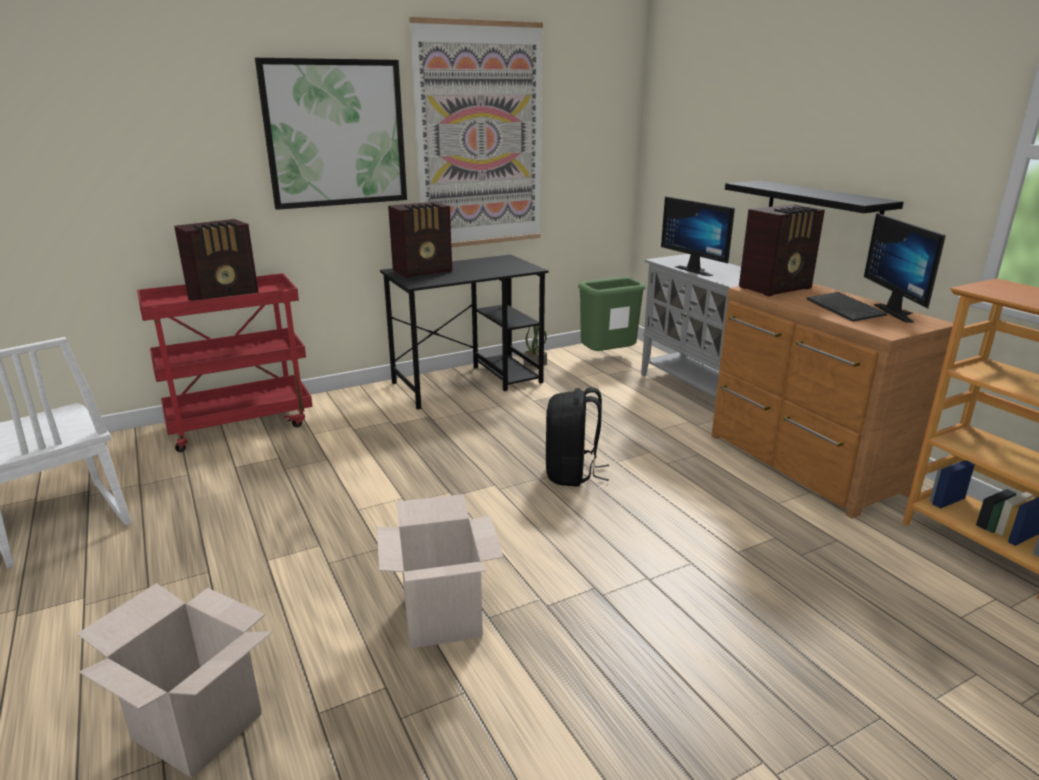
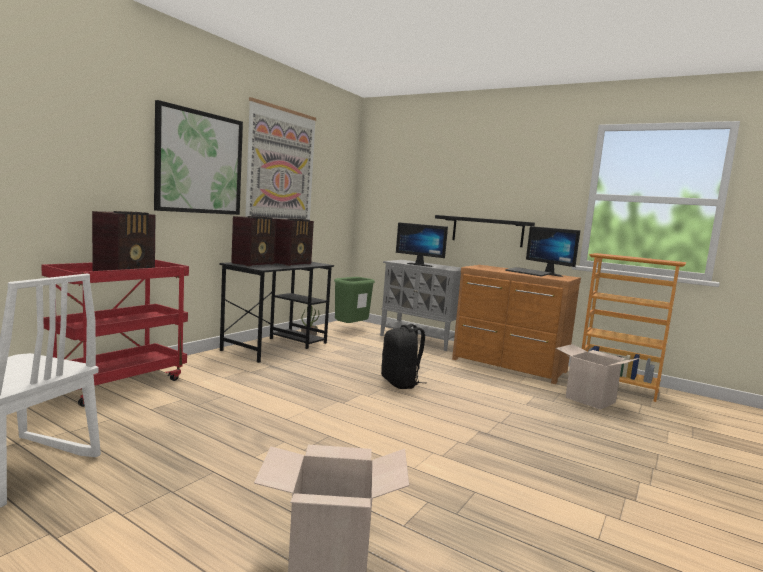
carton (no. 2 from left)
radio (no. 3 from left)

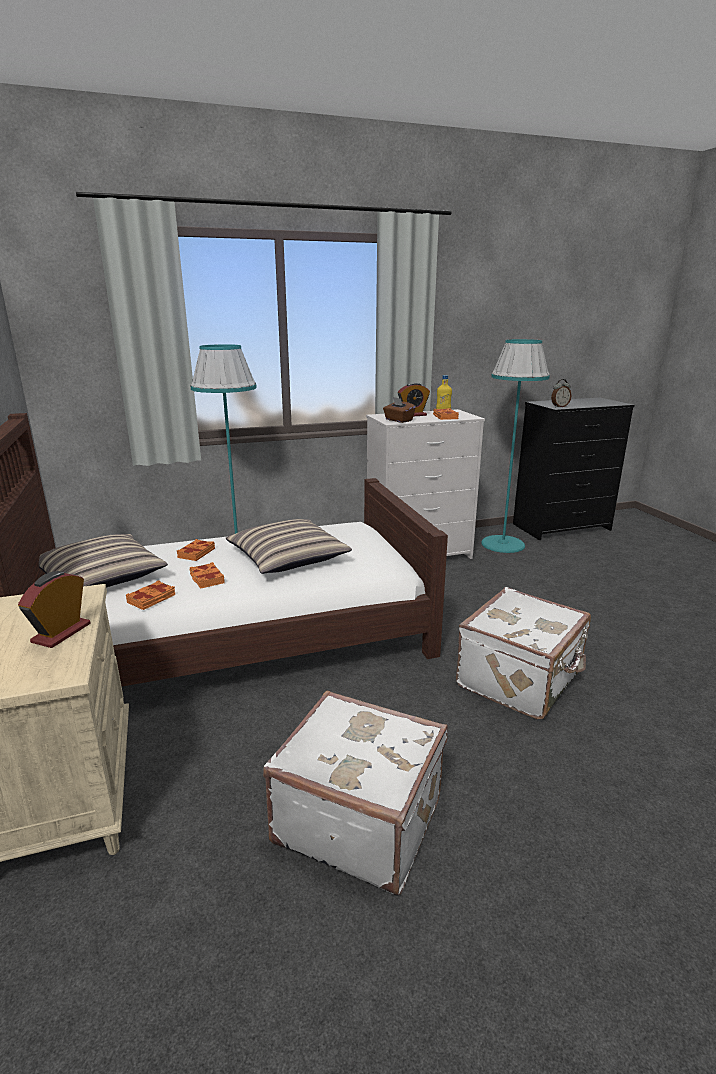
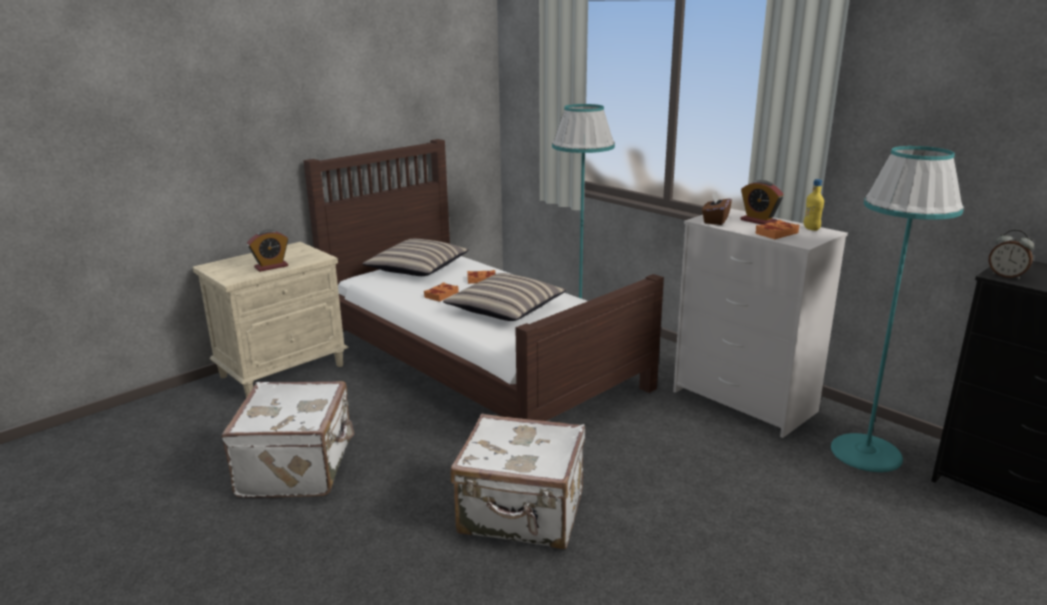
livre/orange (no. 1 from left in the first image)
réveil (no. 1 from left)

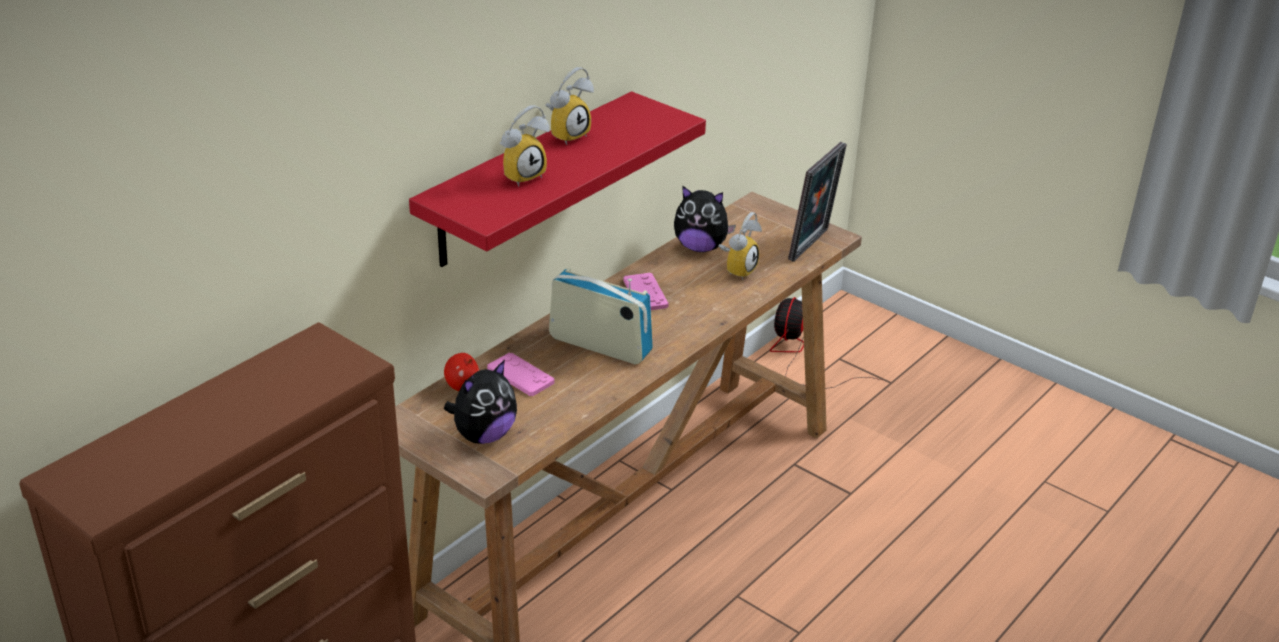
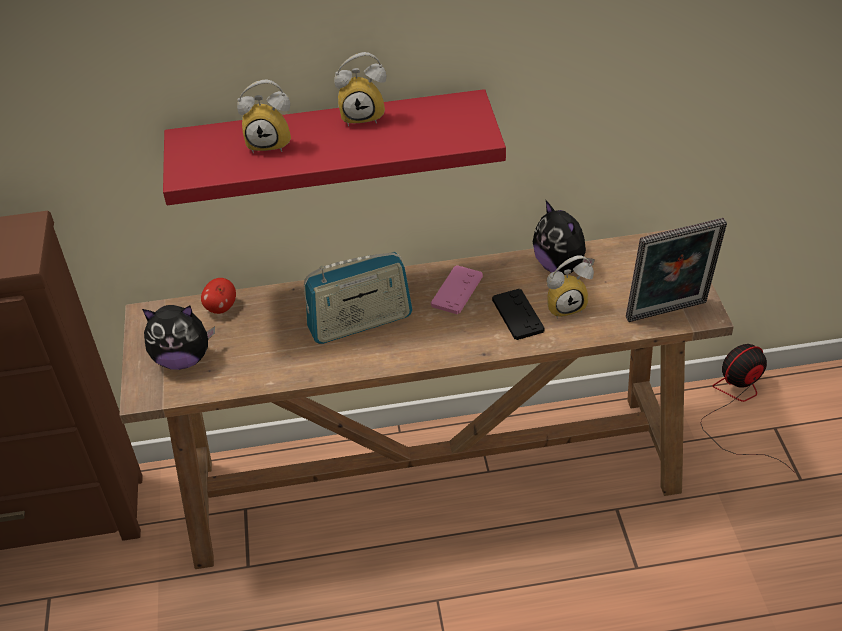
manette/rose (no. 1 from left in the first image)
manette/noir
radio

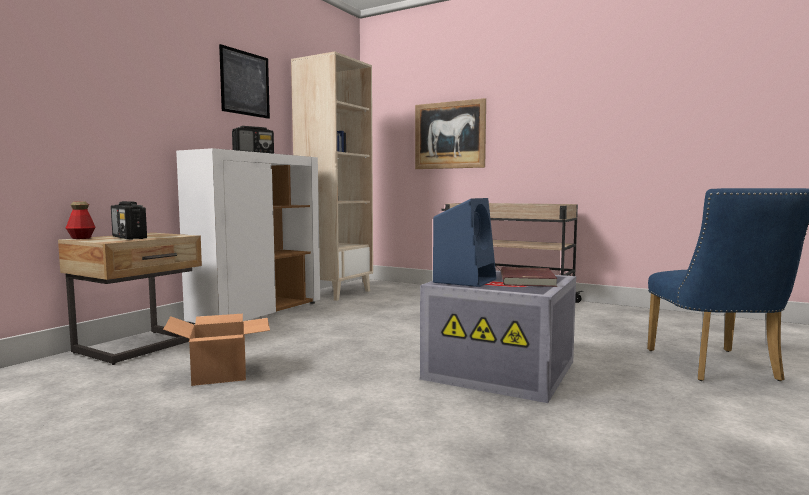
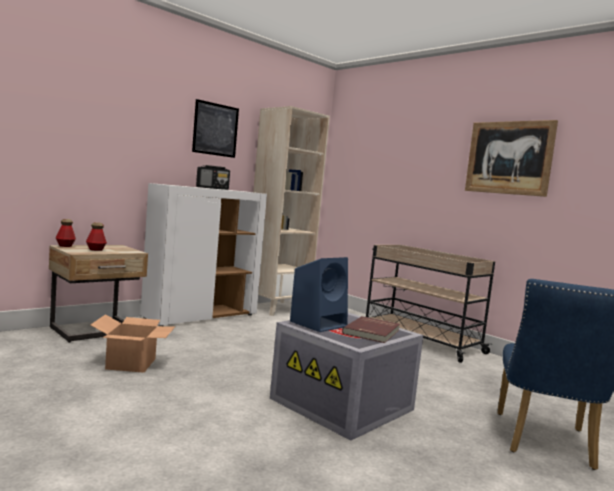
tableau (no. 2 from left)
bouteille (no. 2 from left)

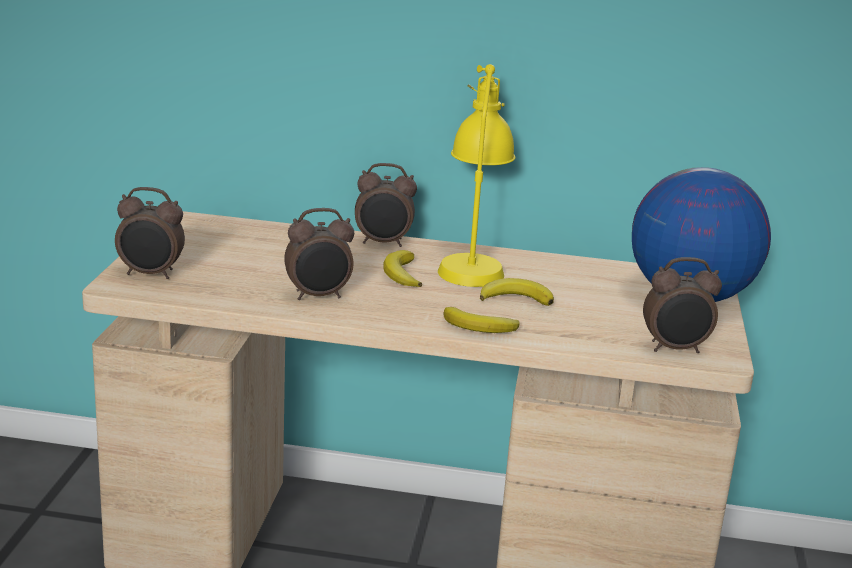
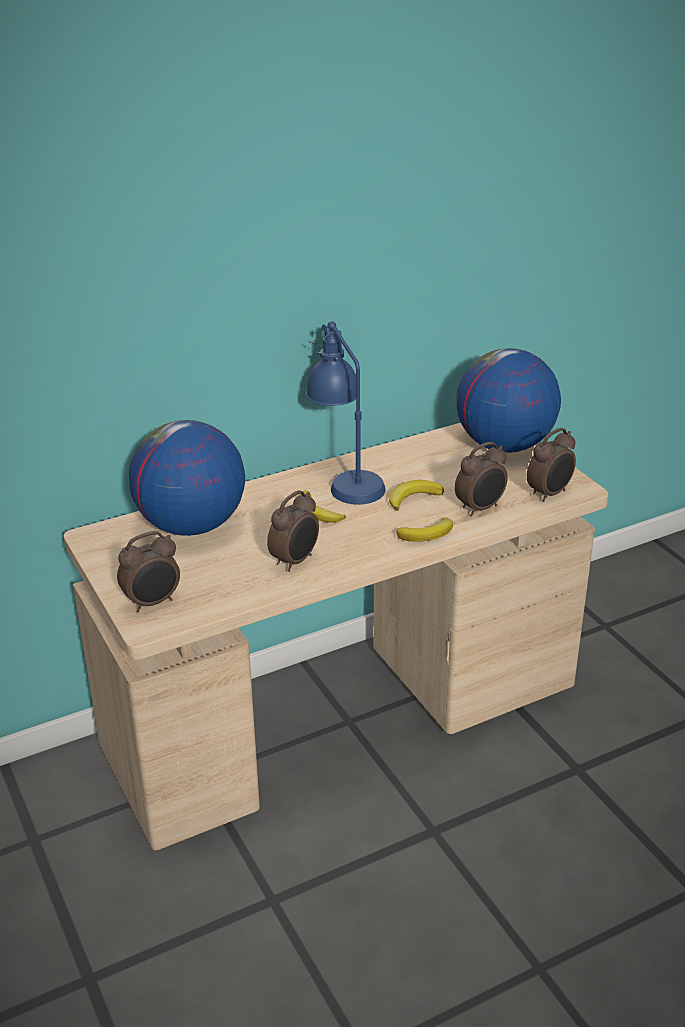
globe (no. 1 from left)
réveil (no. 3 from left)
lampe de table/bleu

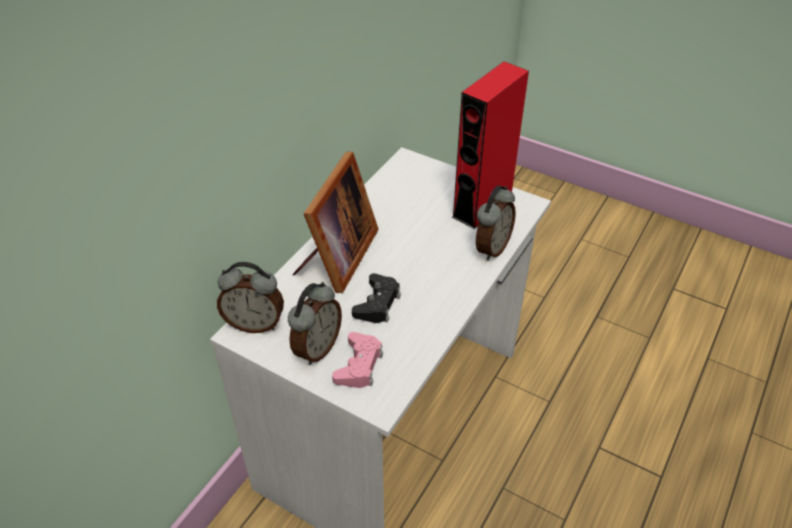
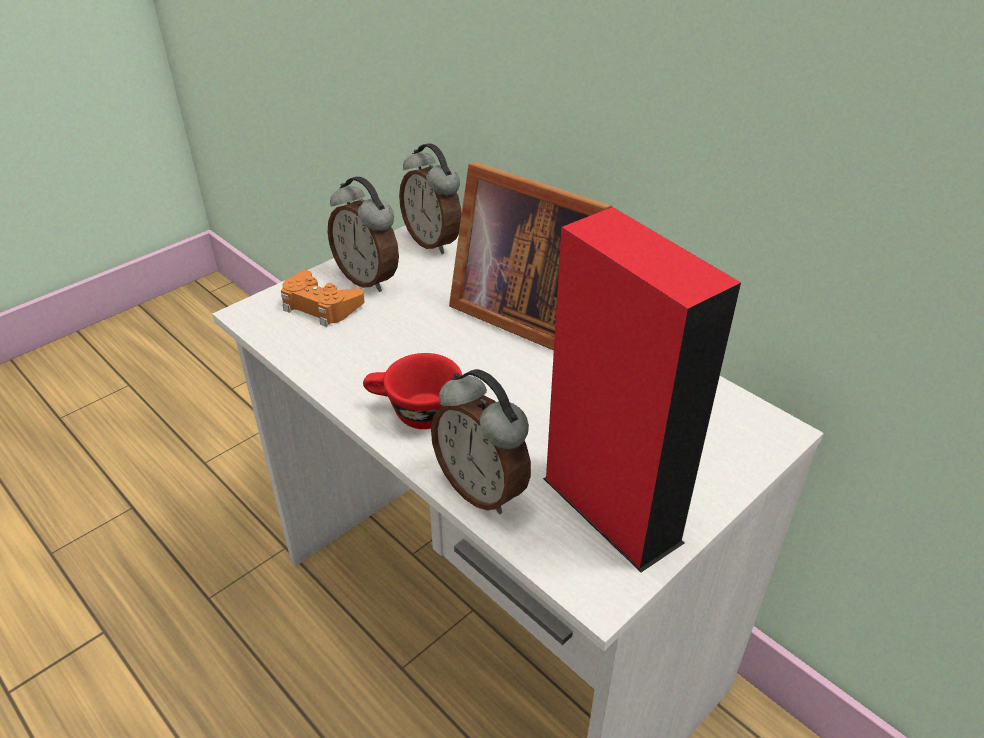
manette/noir
tasse/rouge
manette/orange
réveil (no. 2 from left)

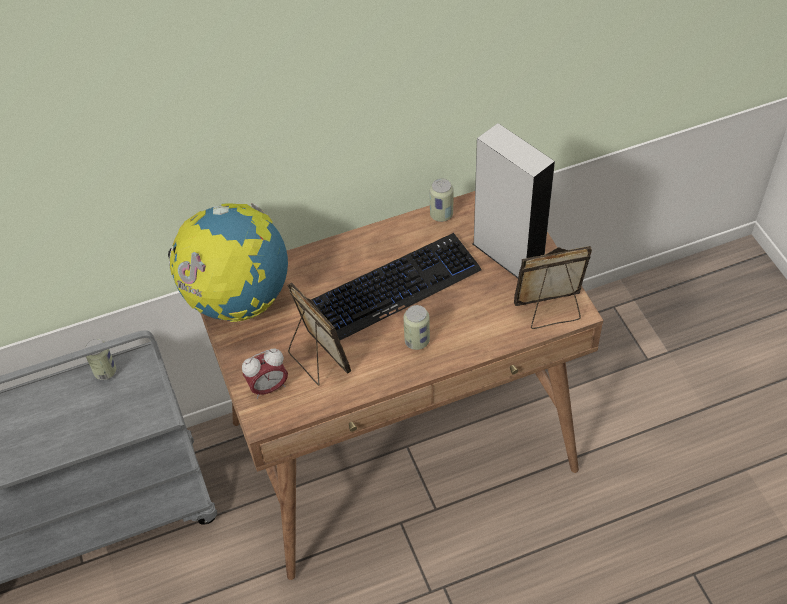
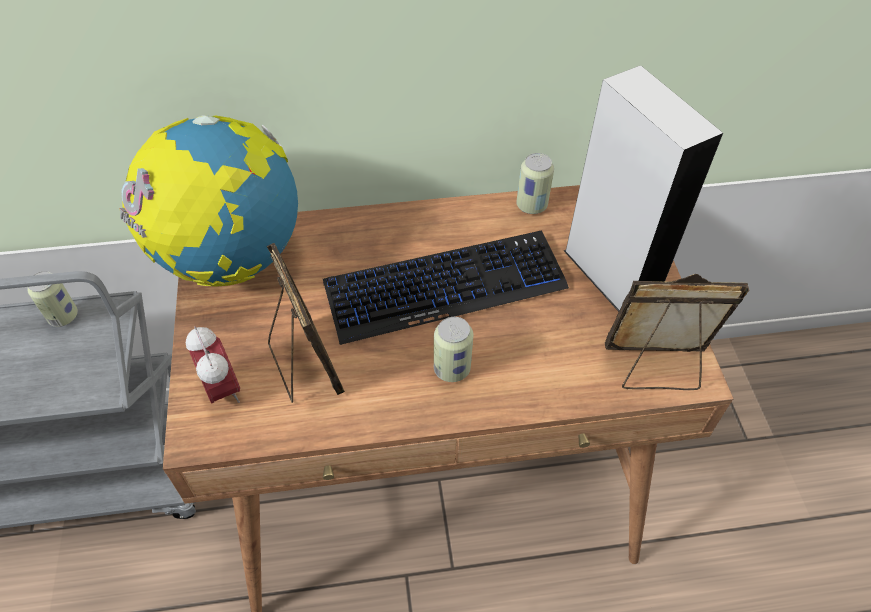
réveil

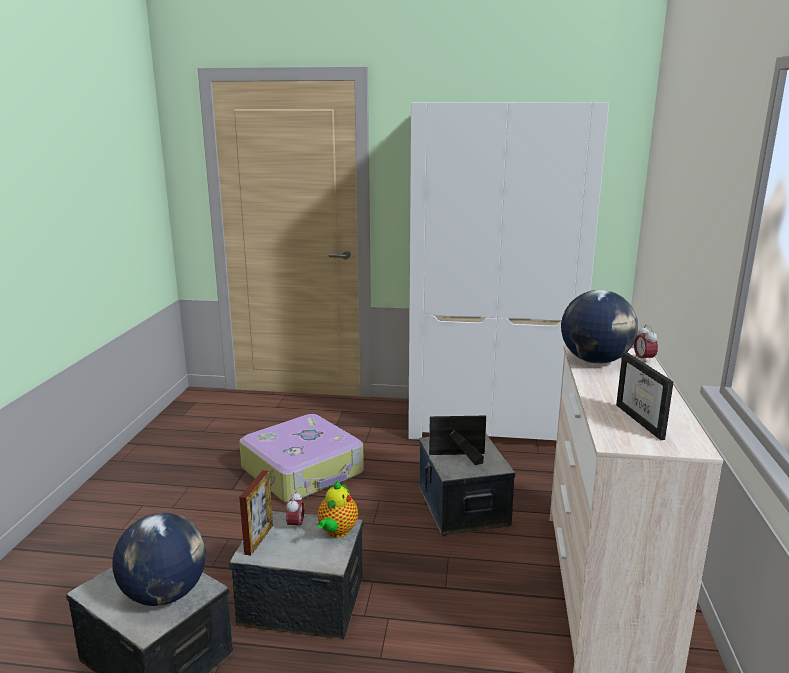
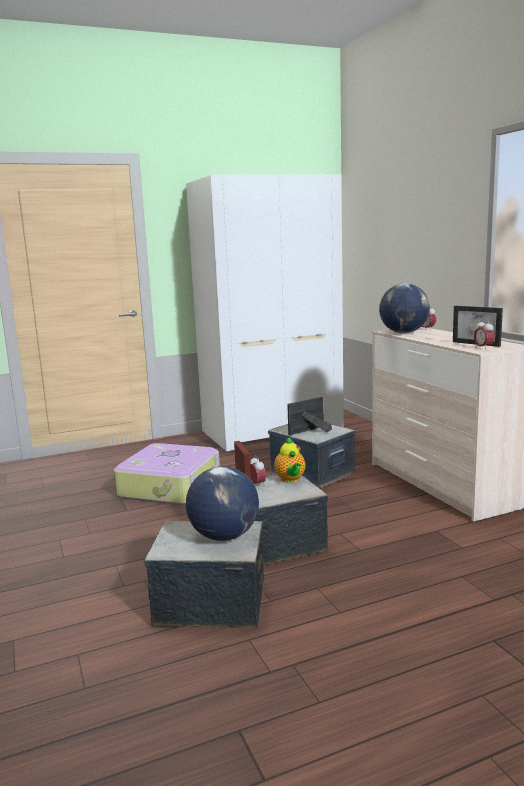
réveil (no. 3 from left)

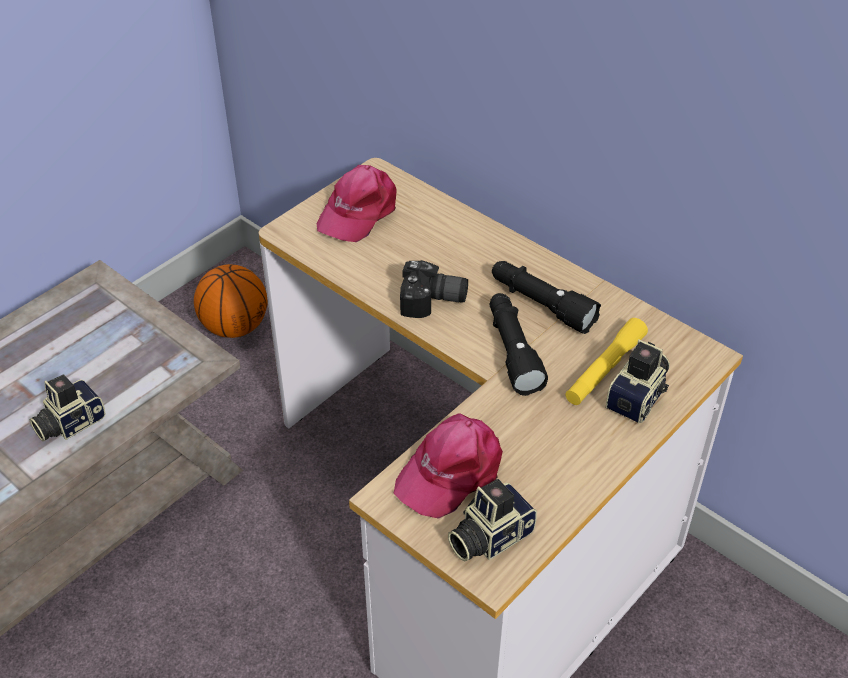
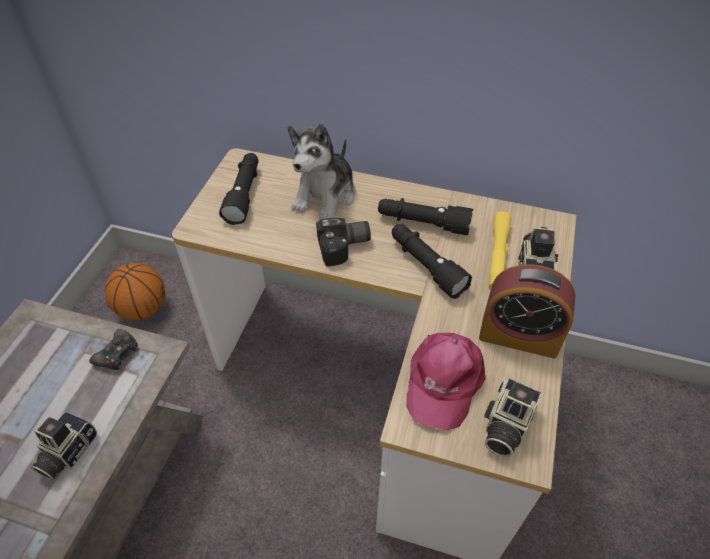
manette/noir
peluche
réveil
lampe de poche/noir (no. 1 from left)

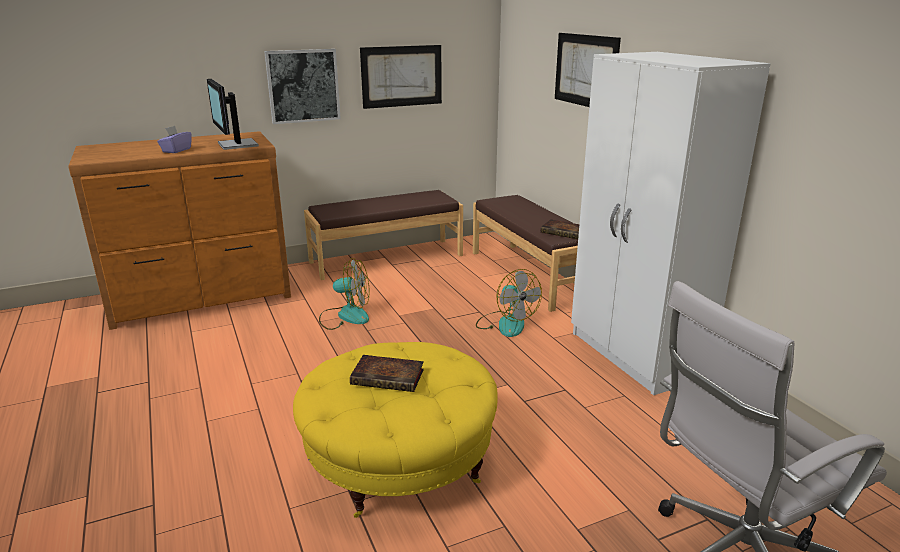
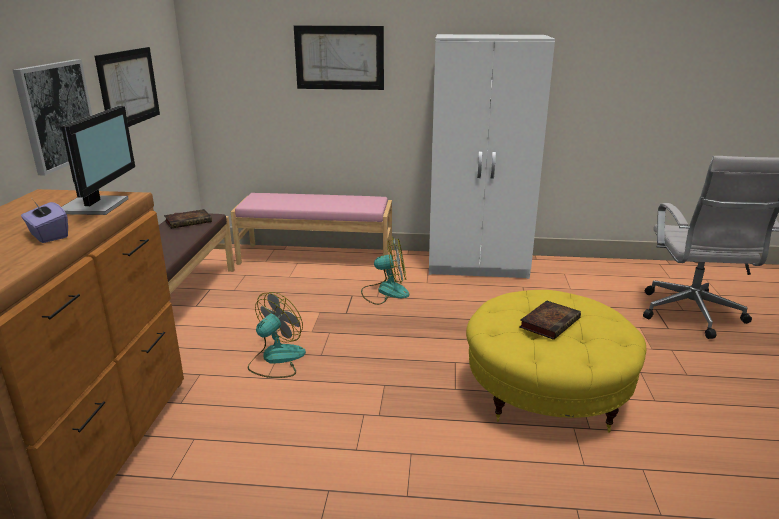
livre (no. 1 from left)
banc/rose
écran d'ordinateur

